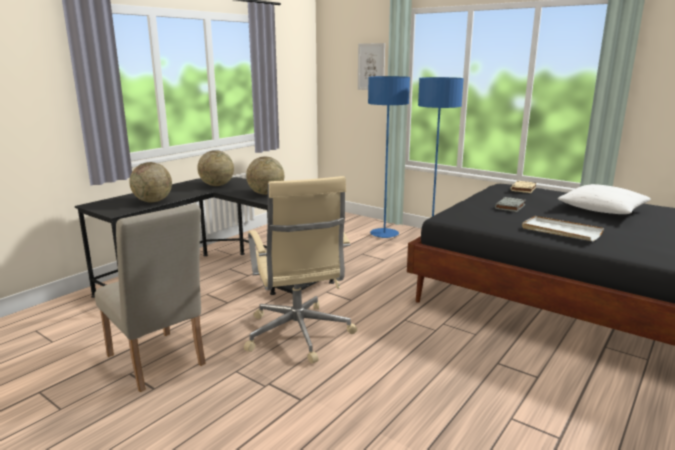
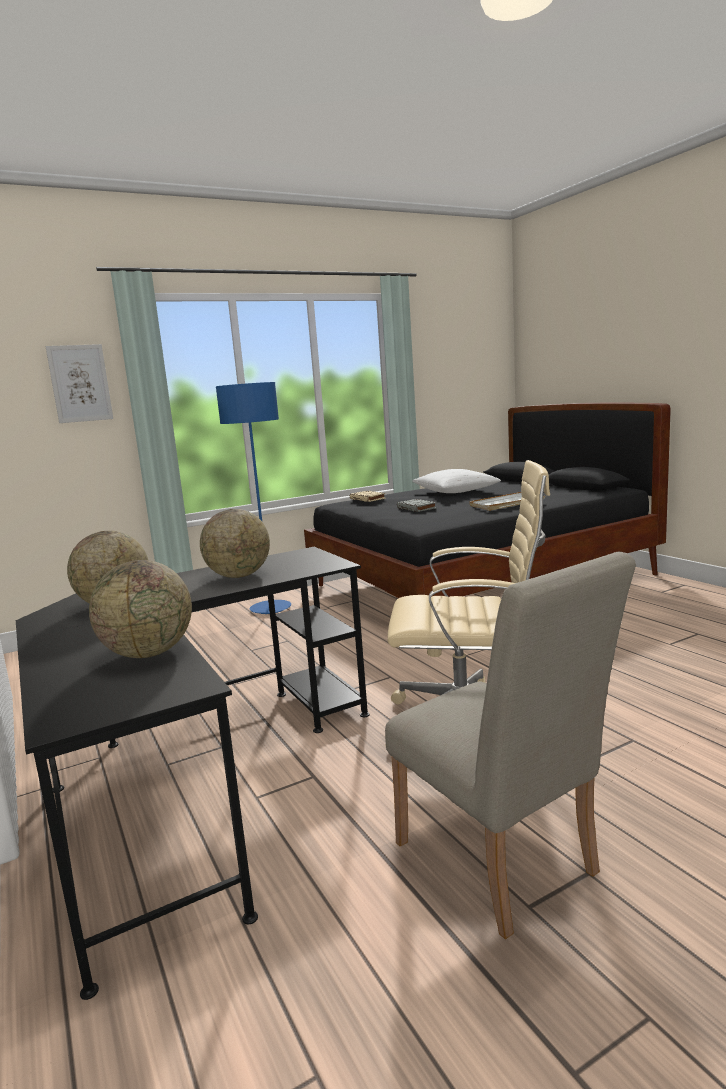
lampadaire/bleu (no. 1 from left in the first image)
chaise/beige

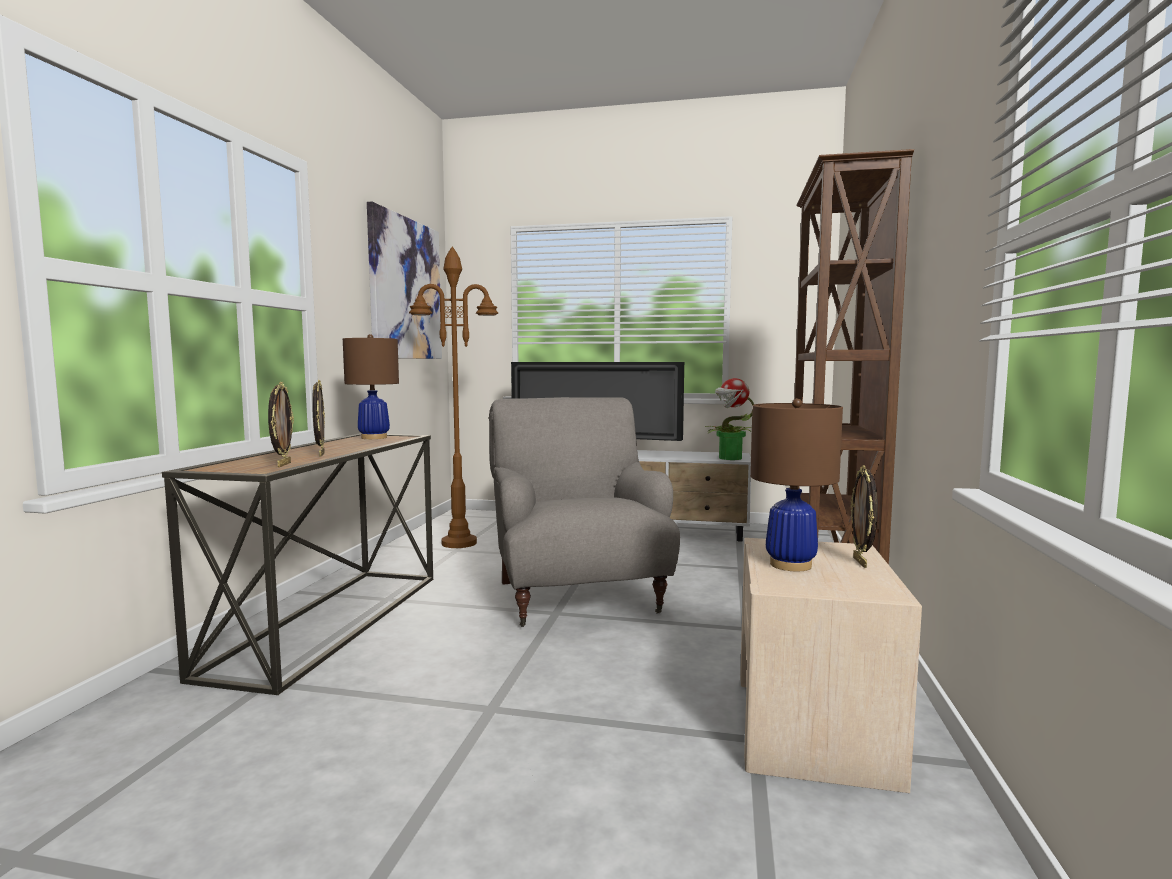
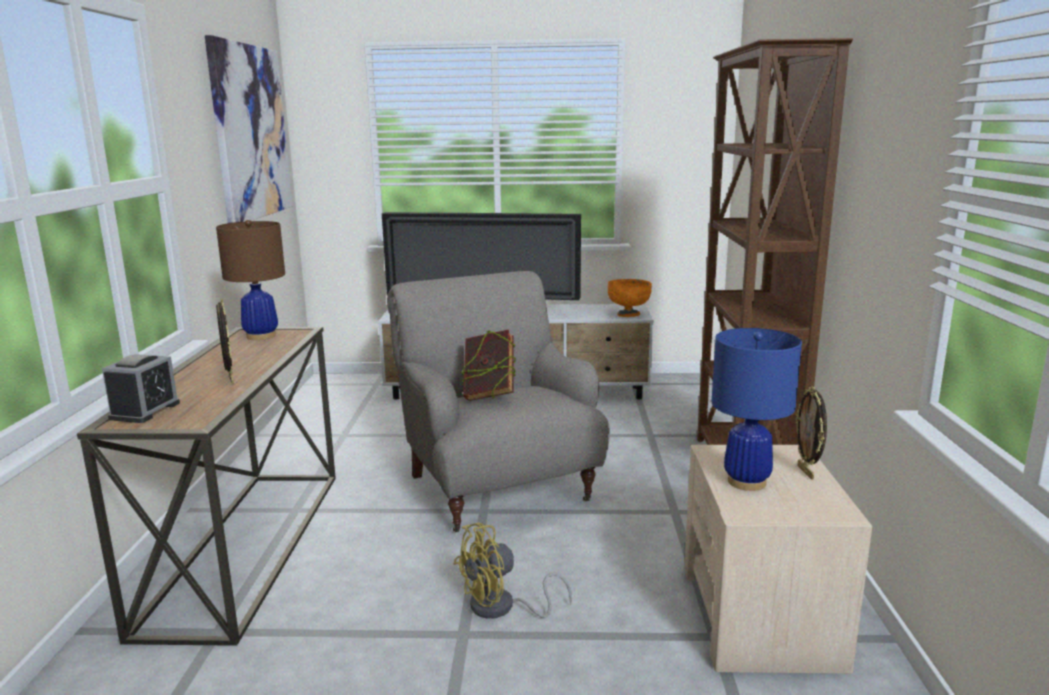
cadre photo (no. 1 from left in the first image)
lampadaire/marron
réveil
ventilateur/jaune
livre
bol/orange
lampe de table/bleu

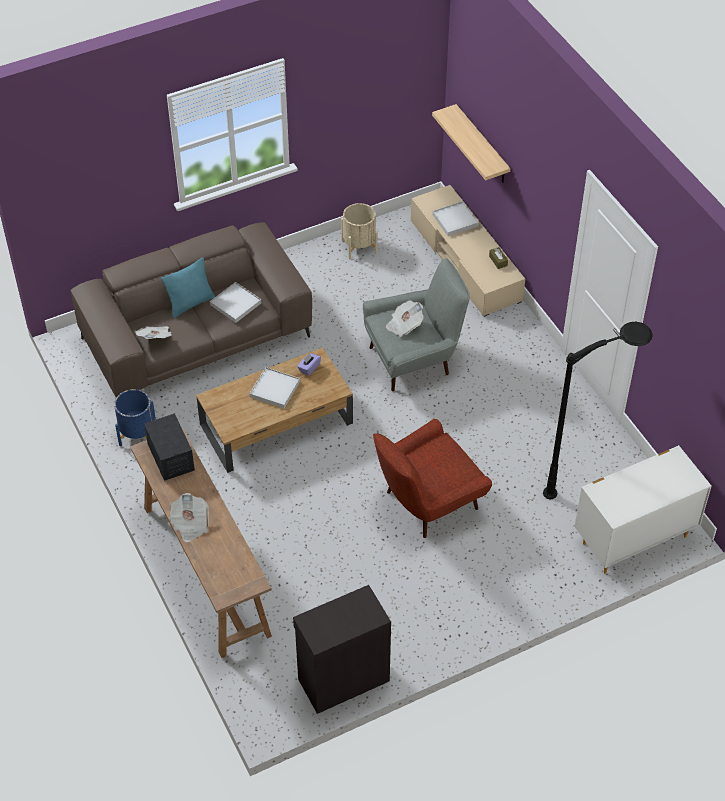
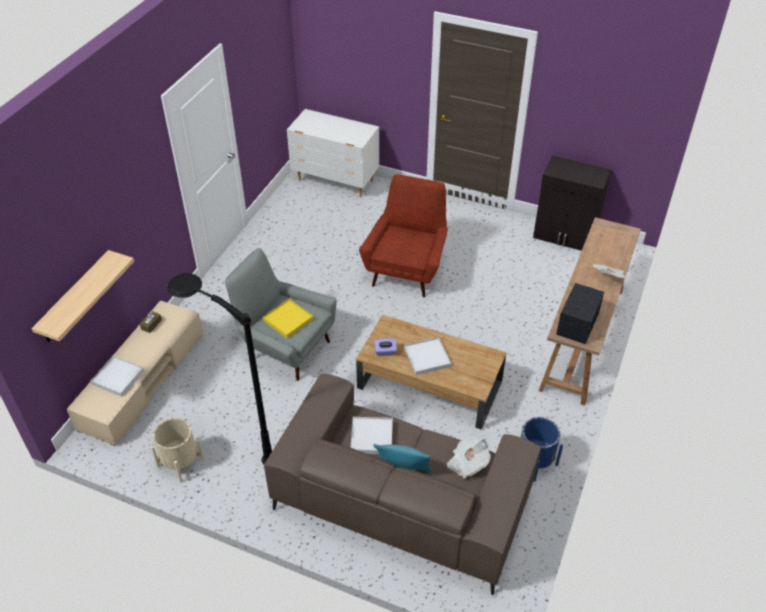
lampadaire/noir
plateau/jaune
fauteuil/rouge

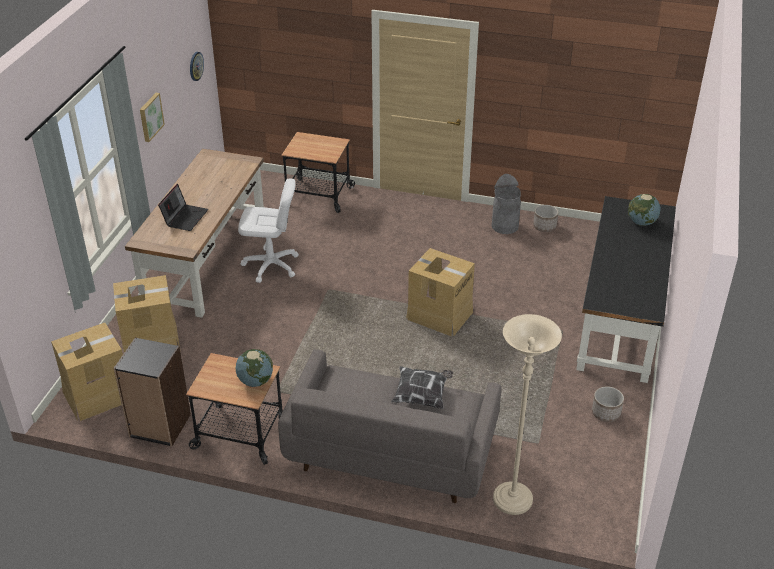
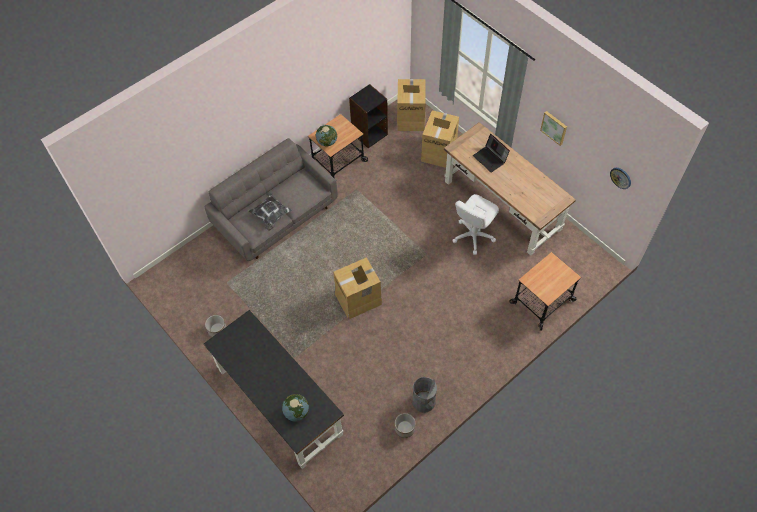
lampadaire/beige

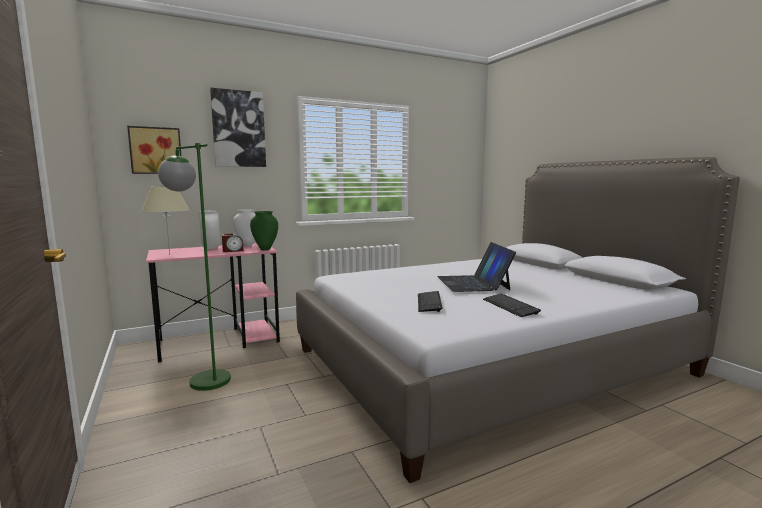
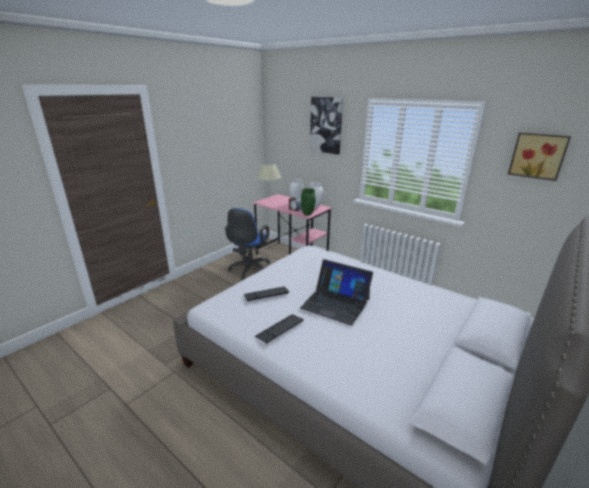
tableau (no. 2 from left)
chaise de bureau/bleu
ordinateur portable

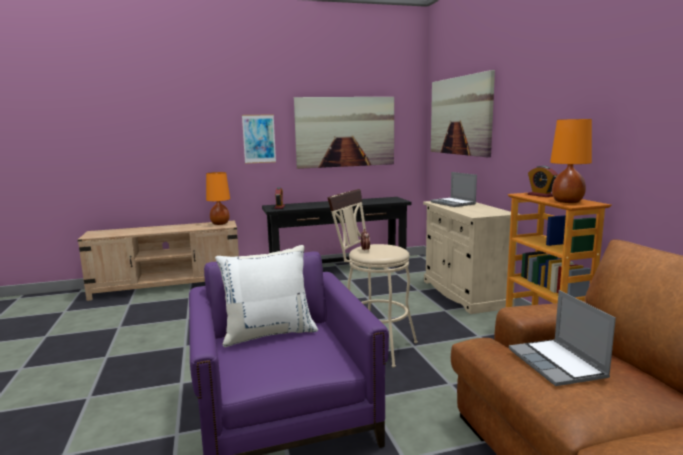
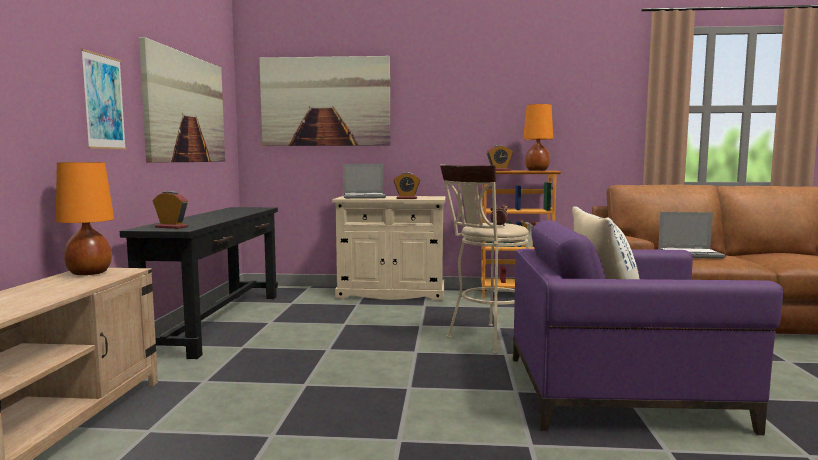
réveil (no. 2 from left)

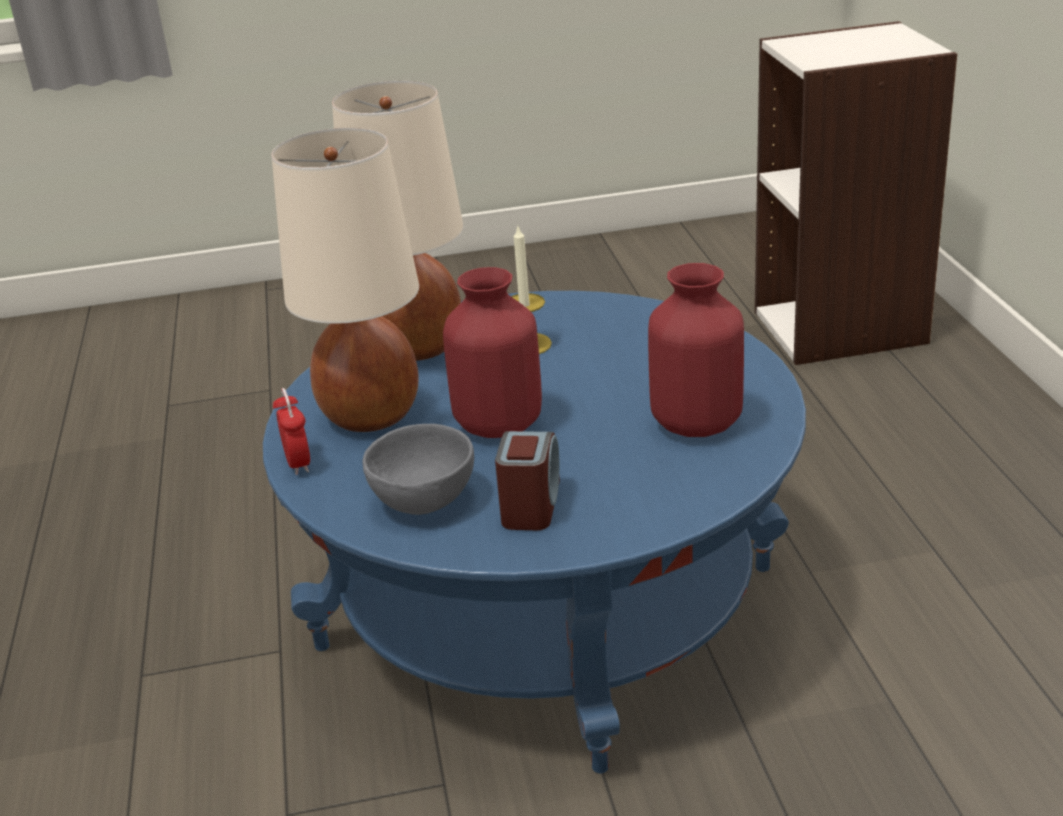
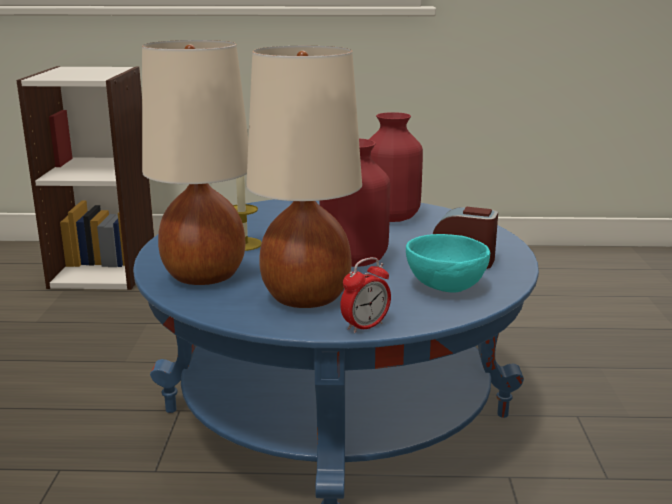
bol/turquoise
réveil (no. 1 from left)

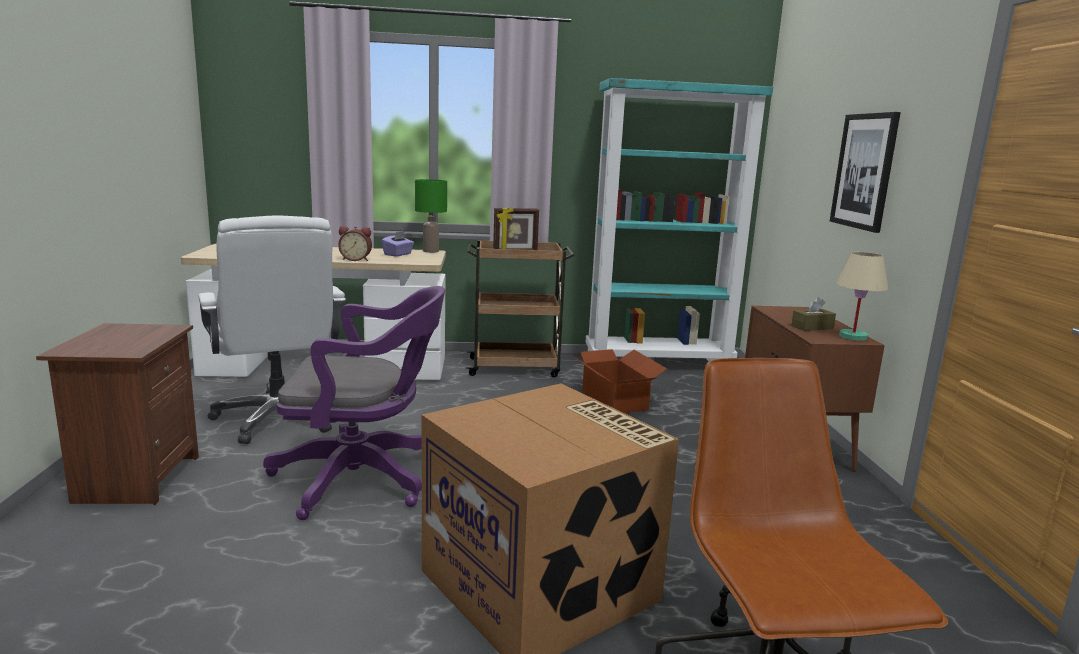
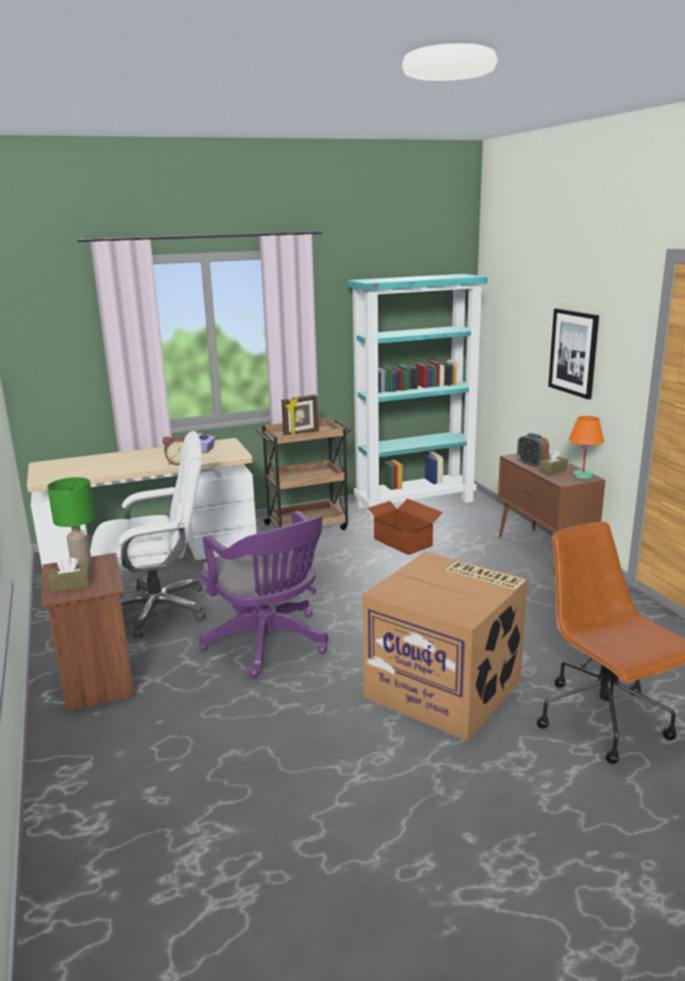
boîte à mouchoirs/marron (no. 1 from left)
réveil (no. 2 from left)
lampe de table/vert
lampe de table/orange
chaise de bureau/blanc
chaise de bureau/violet

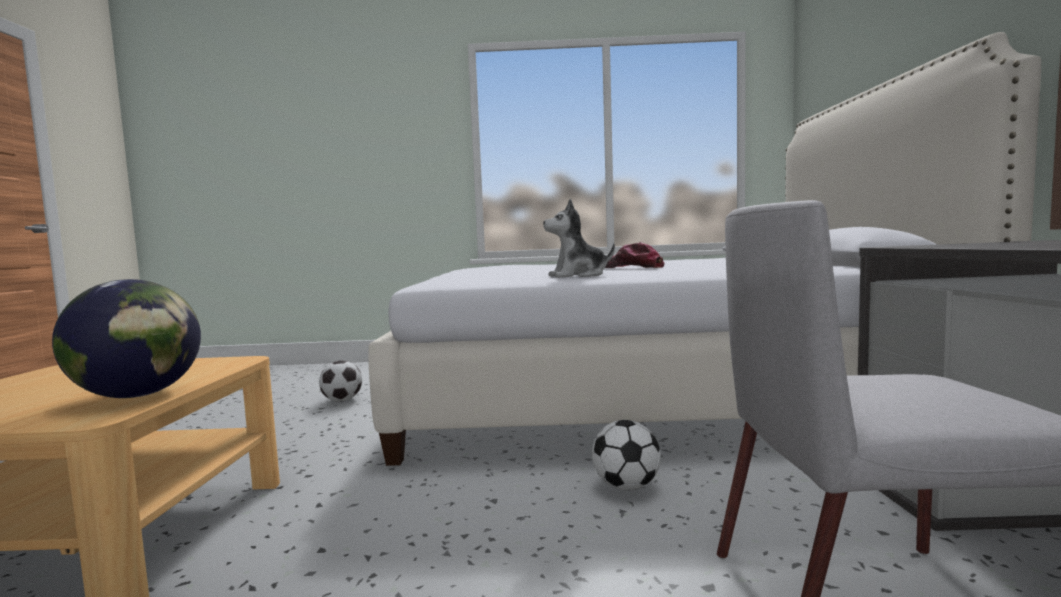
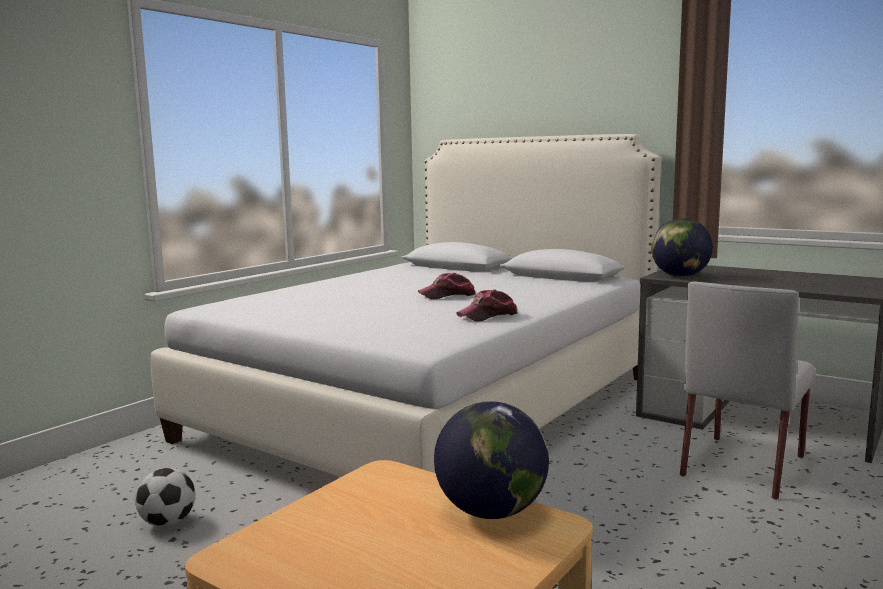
ballon de foot (no. 2 from left in the first image)
globe (no. 2 from left)
casquette (no. 2 from left)

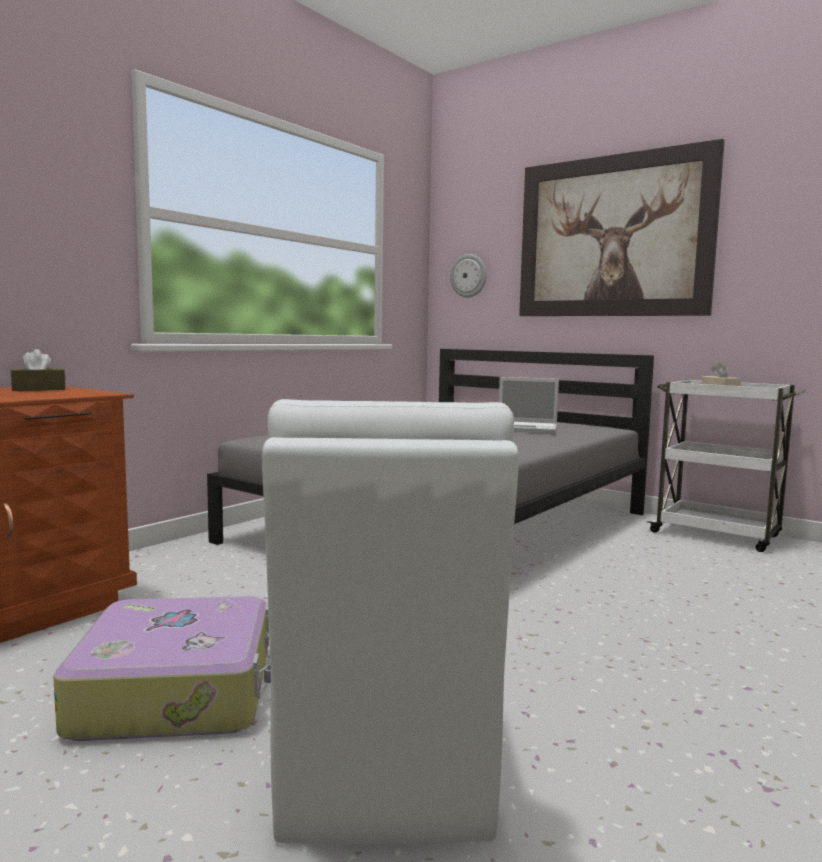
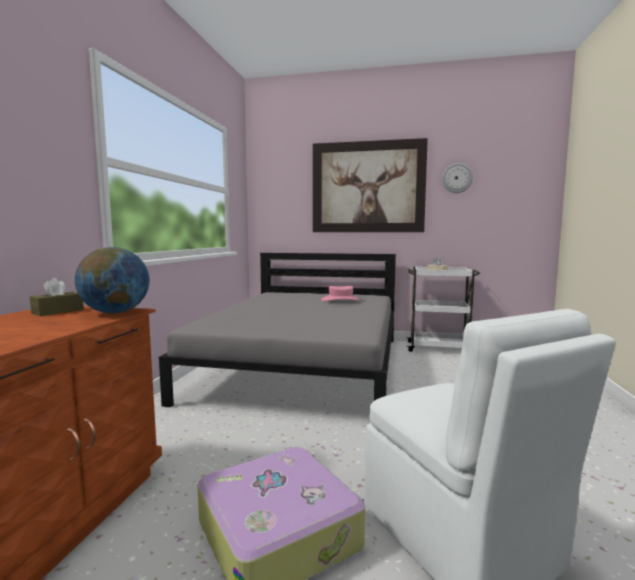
globe
horloge murale
chapeau/rose

